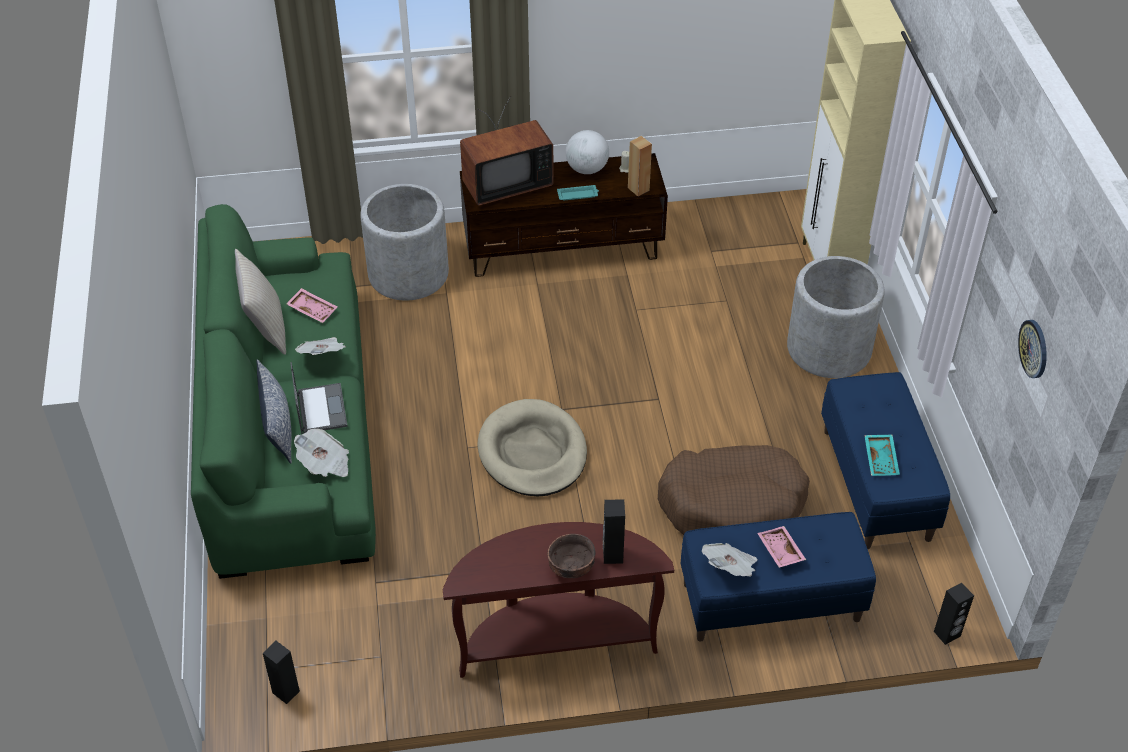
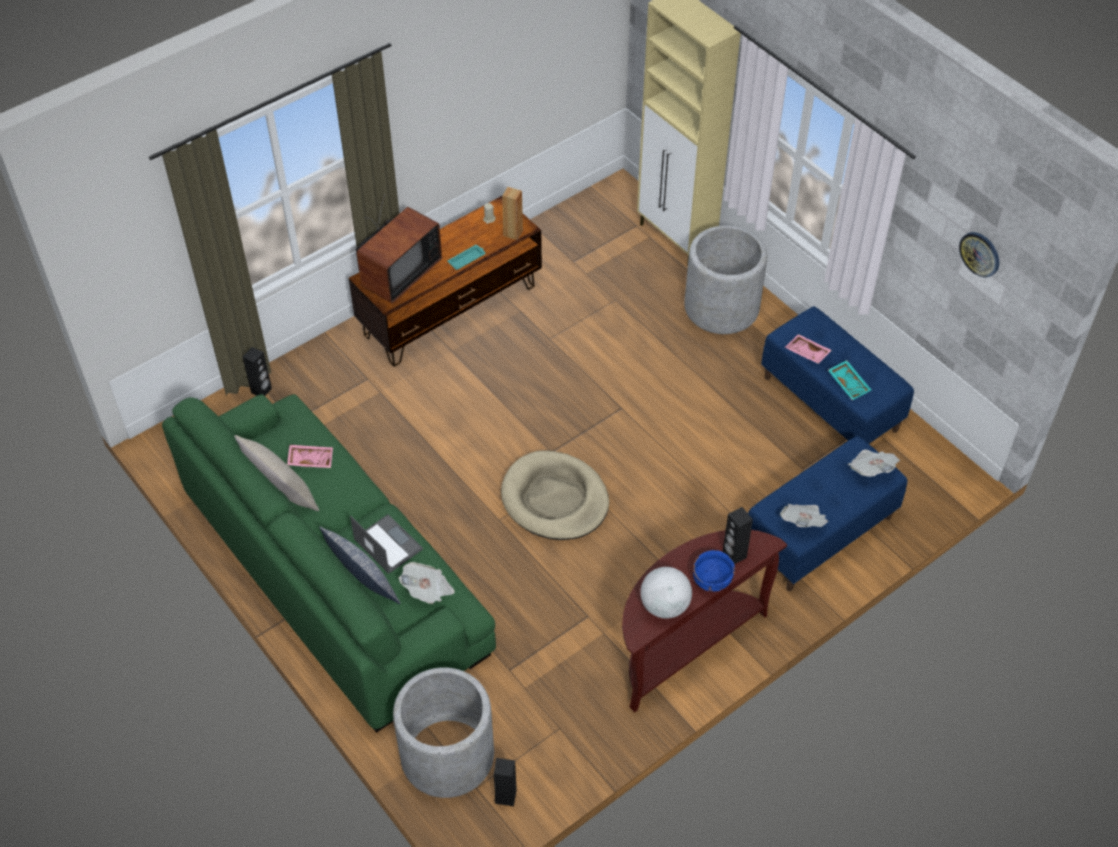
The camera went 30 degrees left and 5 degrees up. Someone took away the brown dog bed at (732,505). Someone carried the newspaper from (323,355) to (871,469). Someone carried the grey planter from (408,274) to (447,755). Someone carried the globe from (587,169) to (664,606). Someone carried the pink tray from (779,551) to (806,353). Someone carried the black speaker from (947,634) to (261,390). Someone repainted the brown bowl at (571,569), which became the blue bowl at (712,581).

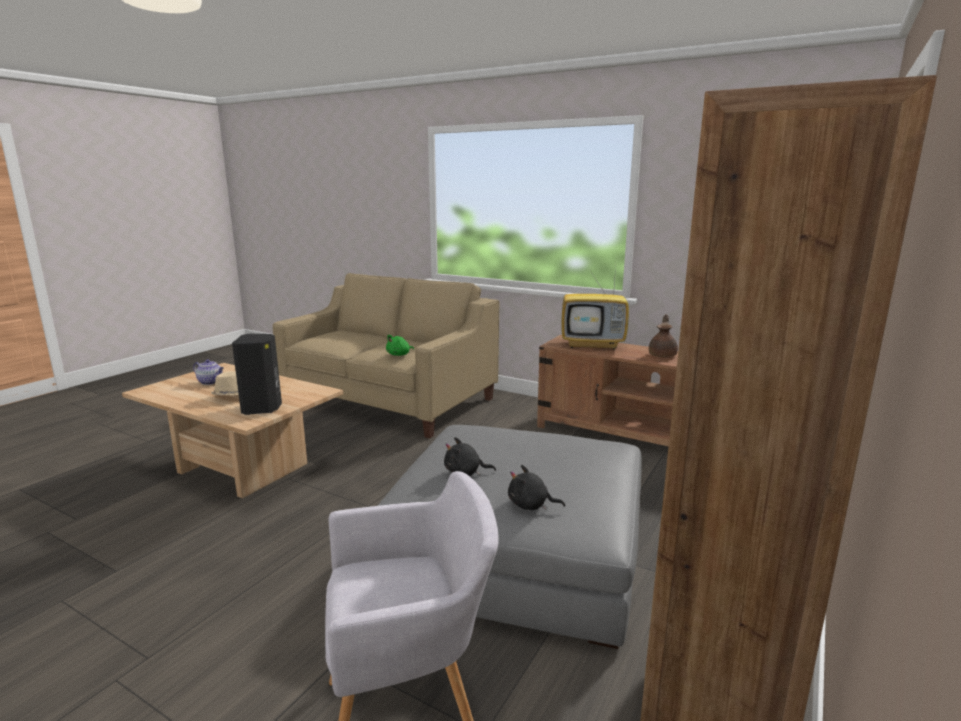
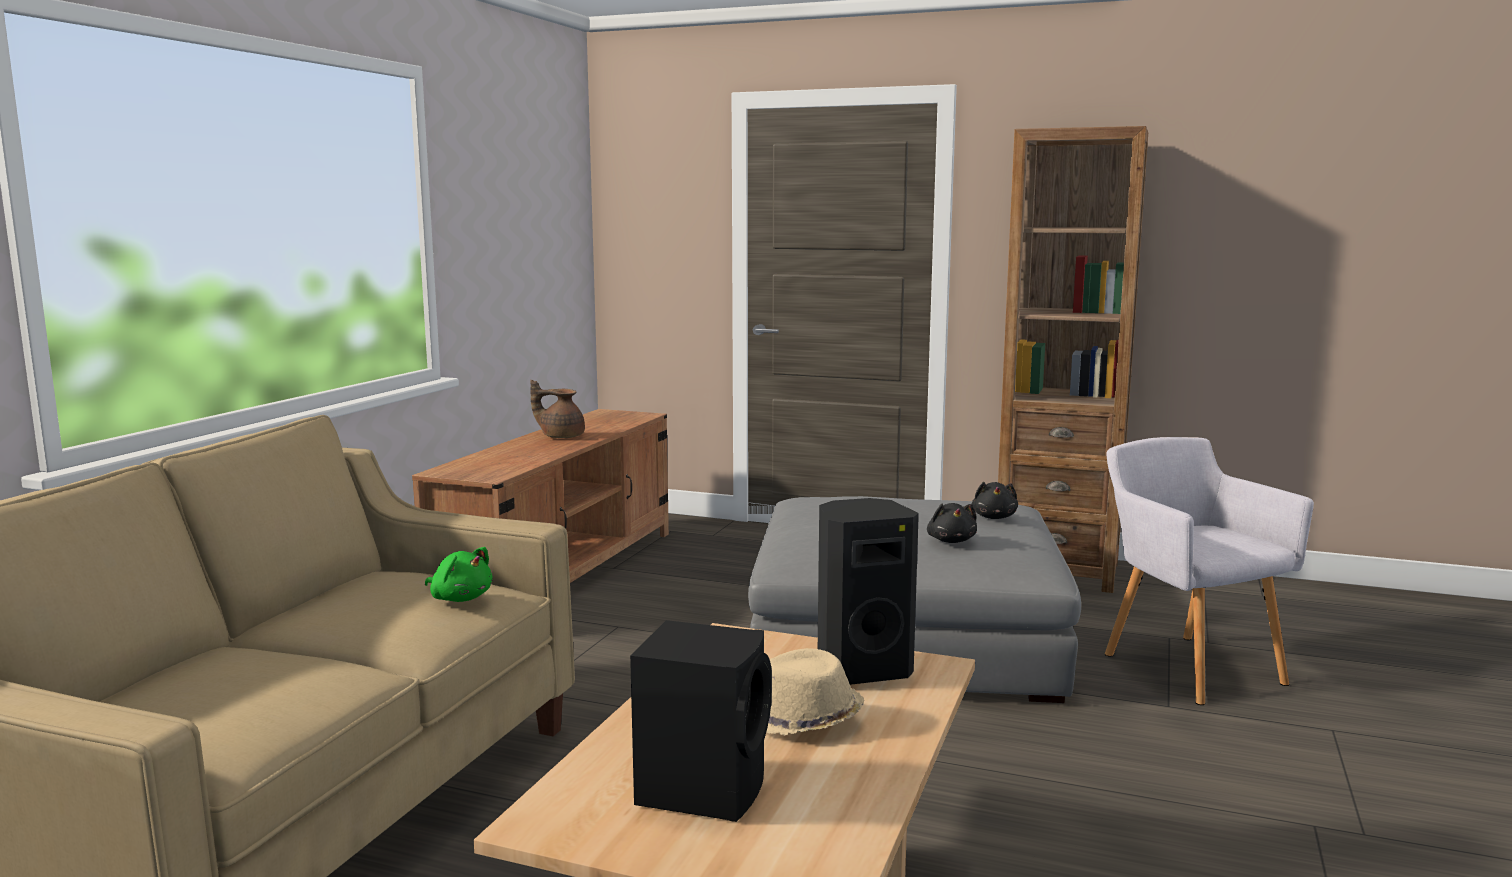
The camera went 100 degrees left and 5 degrees down. Someone took away the television at (593,345). Someone swapped the teapot at (211,382) for the black speaker at (704,788).

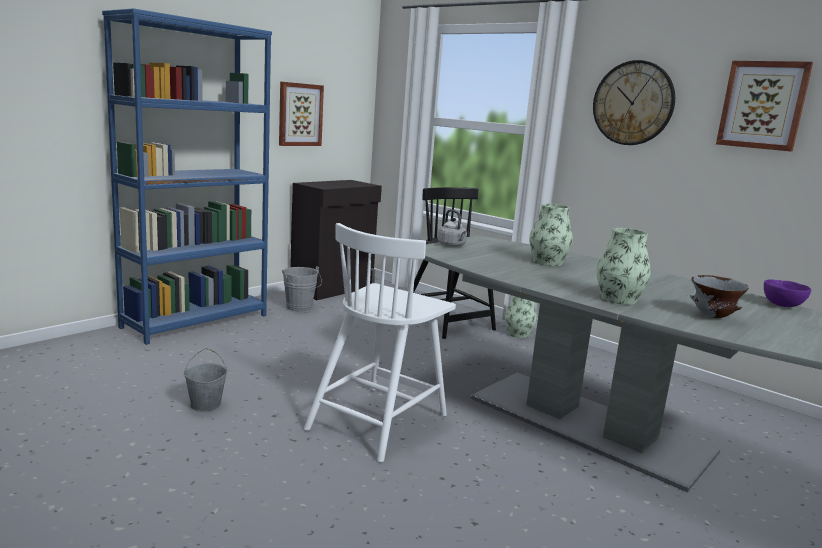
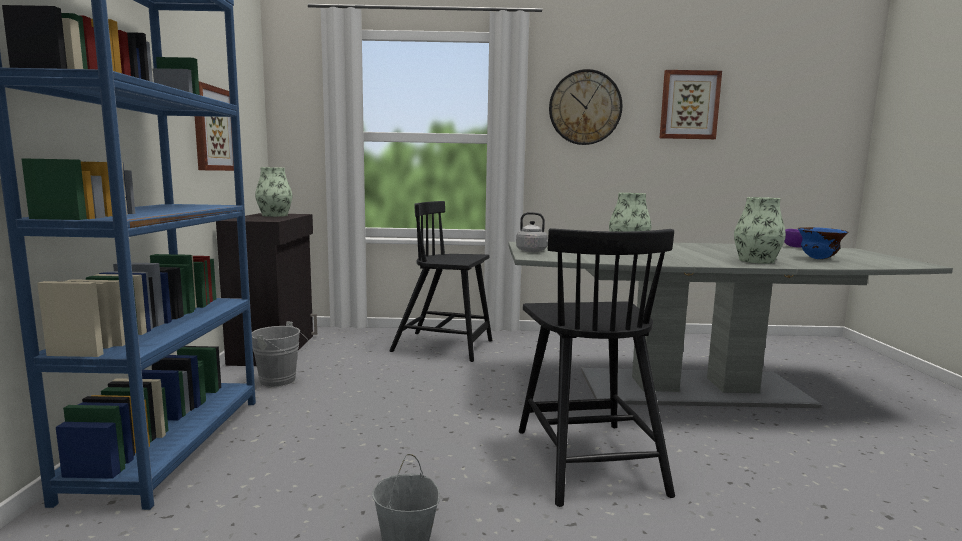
The camera went 40 degrees left and 5 degrees down. Someone carried the vase from (518,334) to (274,215). Someone repainted the white chair at (378,420), which became the black chair at (587,459). Someone repainted the grey bowl at (712,317), which became the blue bowl at (819,259).

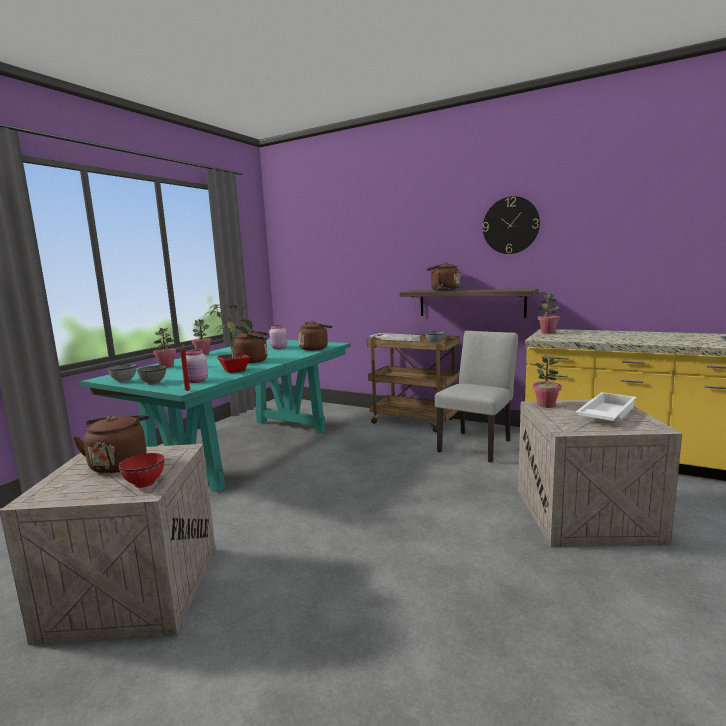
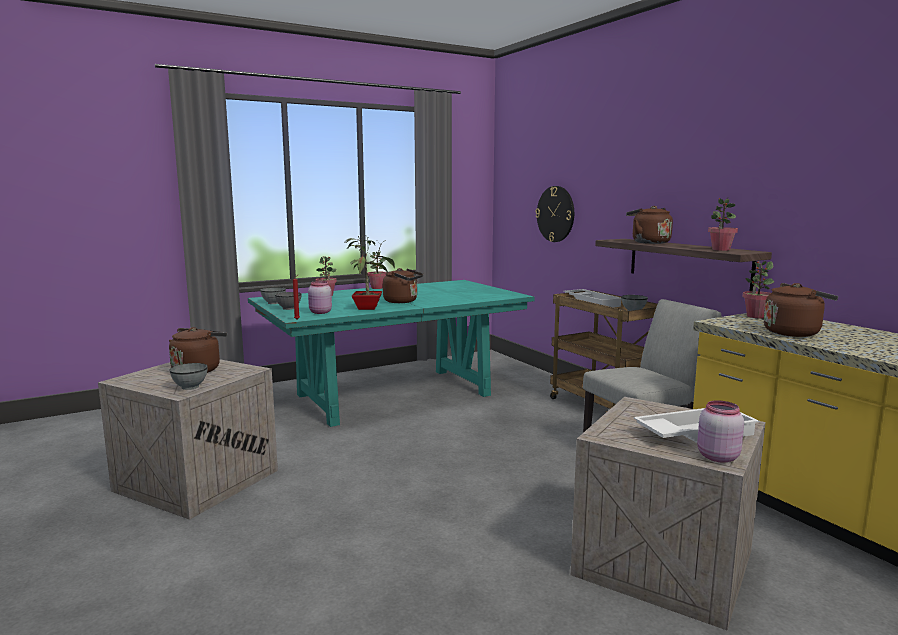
The camera went 30 degrees right and 0 degrees up. Someone carried the pink jar from (278,348) to (716,457). Someone carried the brown kettle from (315,348) to (794,333). Someone carried the wall clock from (510,225) to (555,214). Someone carried the potted plant from (546,405) to (720,249). Someone repainted the red bowl at (145,483), which became the grey bowl at (190,387).

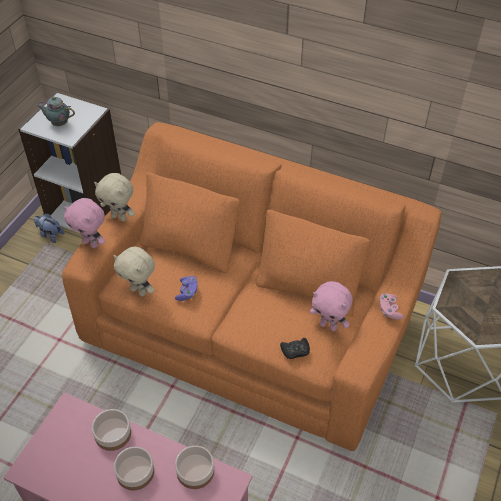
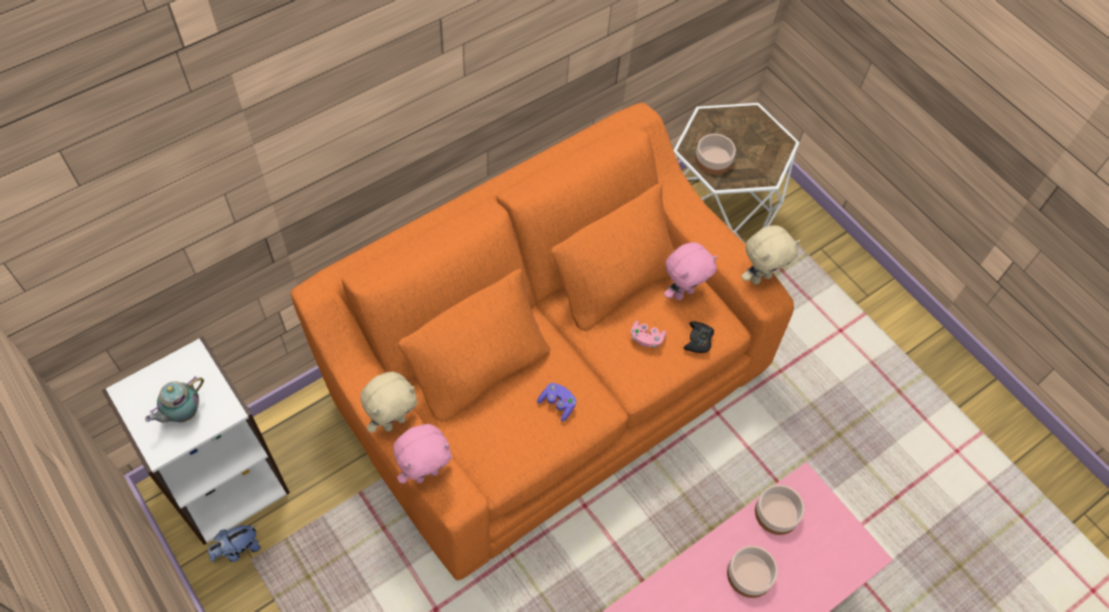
The camera went 65 degrees left and 10 degrees up. Someone carried the bowl from (113,433) to (713,159). Someone carried the beige plush toy from (139,291) to (760,277). Someone carried the pink game controller from (389,310) to (646,338).

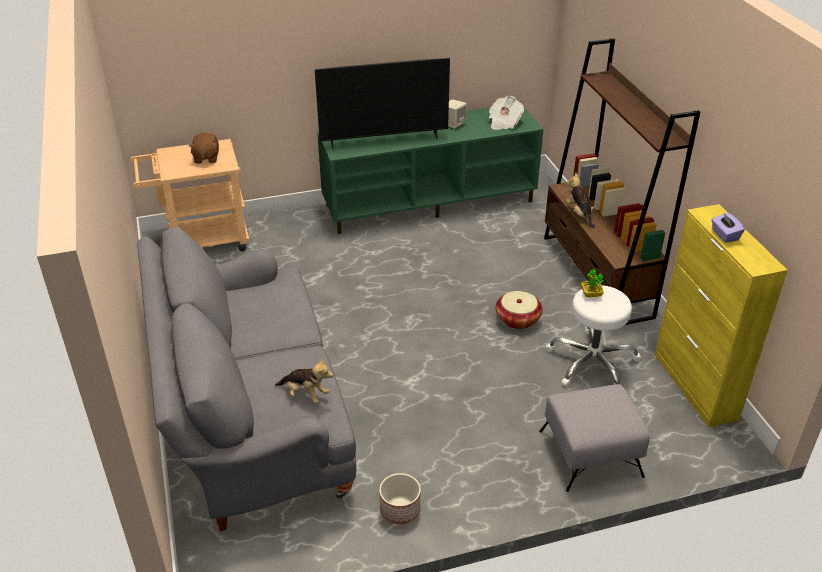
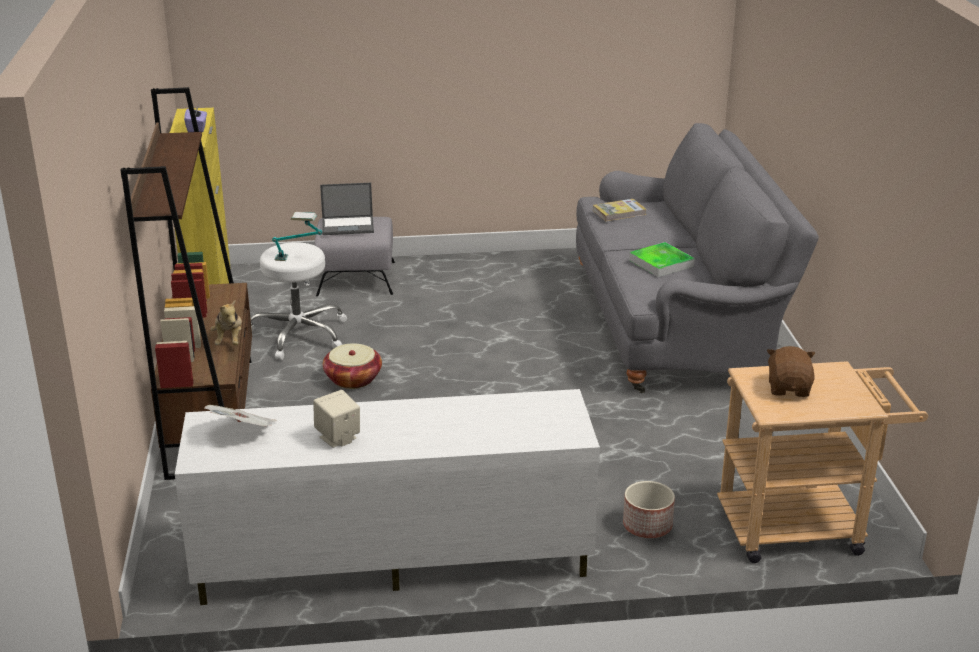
The camera went 170 degrees left and 10 degrees down. Someone took away the television at (384,140). Someone put down the laptop at (348,225). Someone put down the tray at (661,263). Someone carried the planter from (399,509) to (648,526). Someone swapped the plush toy at (305,394) for the book at (619,212). Someone swapped the potted plant at (591,294) for the table lamp at (299,259). Someone repainted the green tv stand at (430,203), which became the white tv stand at (392,559).

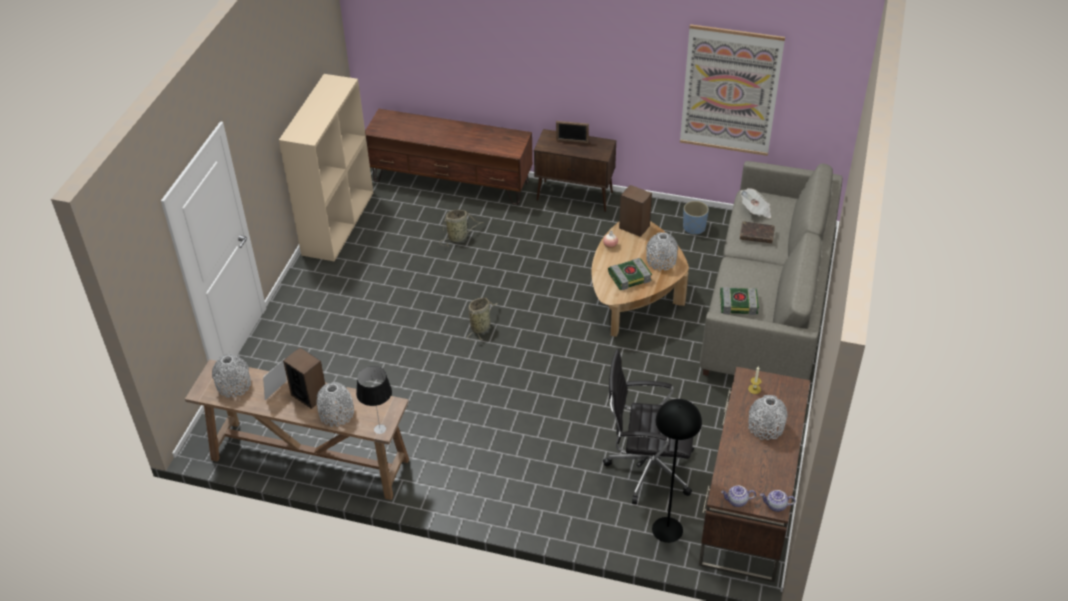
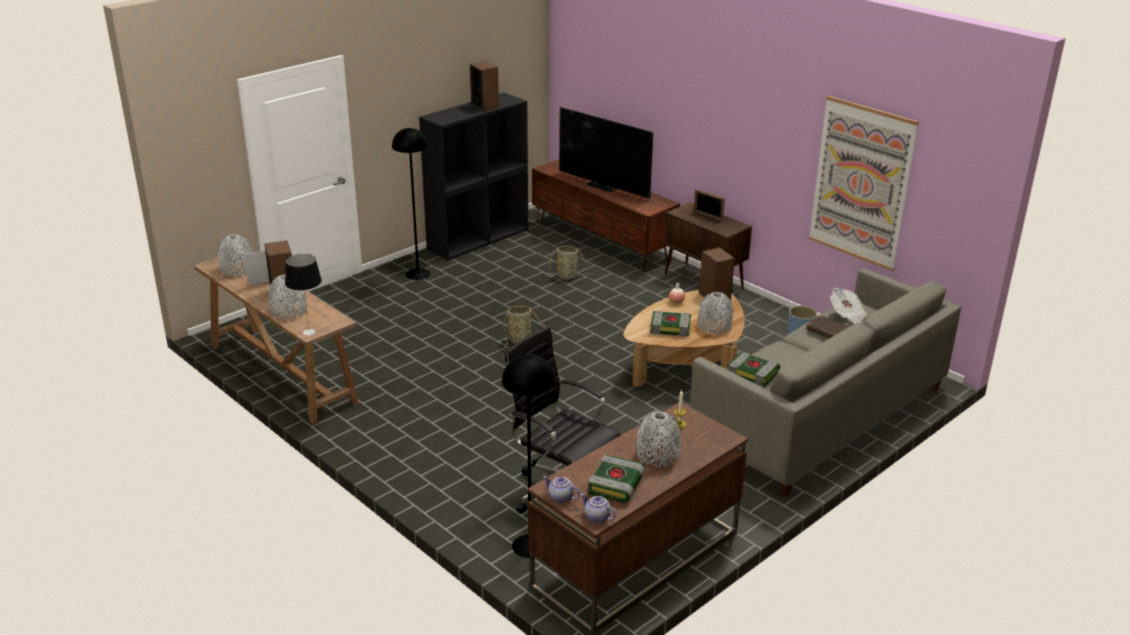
The camera went 30 degrees right and 15 degrees down. Someone put down the black floor lamp at (418,274). Someone put down the speaker at (485,105). Someone put down the television at (603,186). Someone put down the book at (616,485). Someone repainted the beige bookcase at (337,222), which became the black bookcase at (478,238).

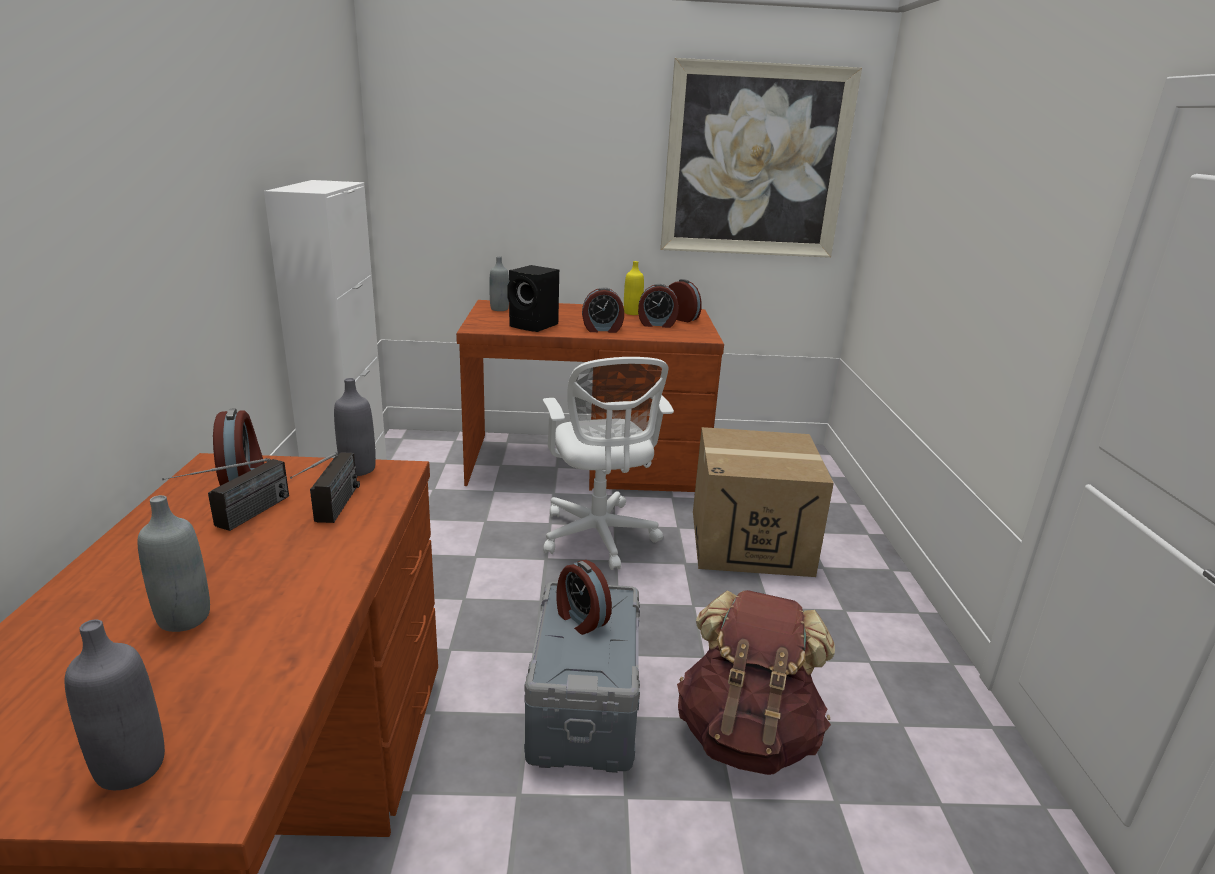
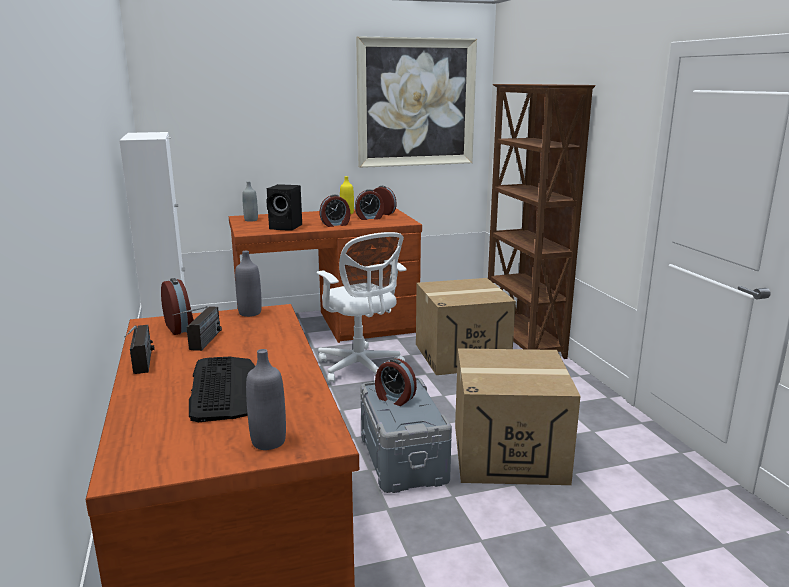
The camera went 15 degrees left and 5 degrees down. Someone put down the brown bookcase at (523,342). Someone carried the radio from (332,514) to (143,367). Someone swapped the grey bottle at (184,618) for the keyboard at (223,388). Someone swapped the brown backpack at (747,735) for the cardboard box at (509,453).

